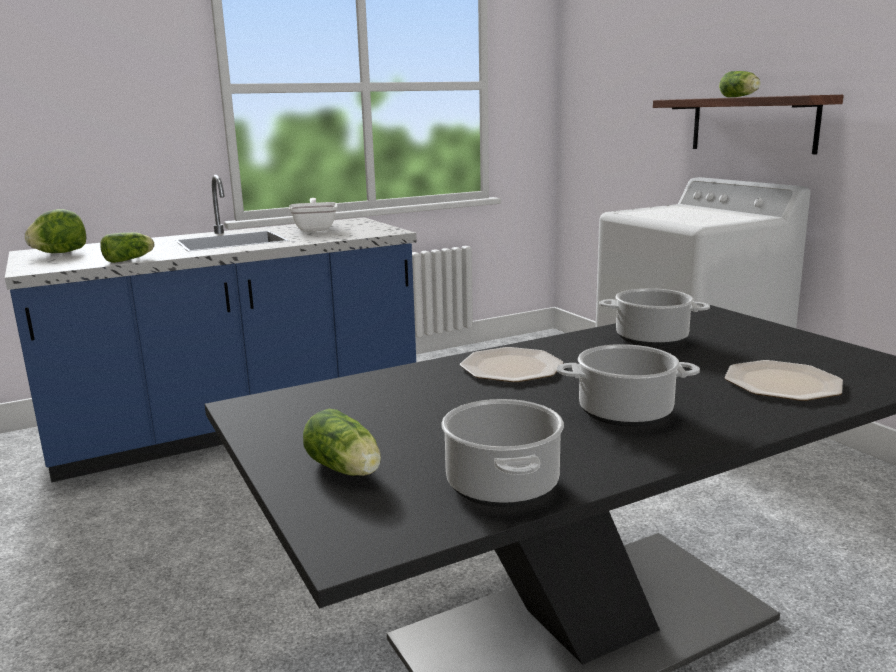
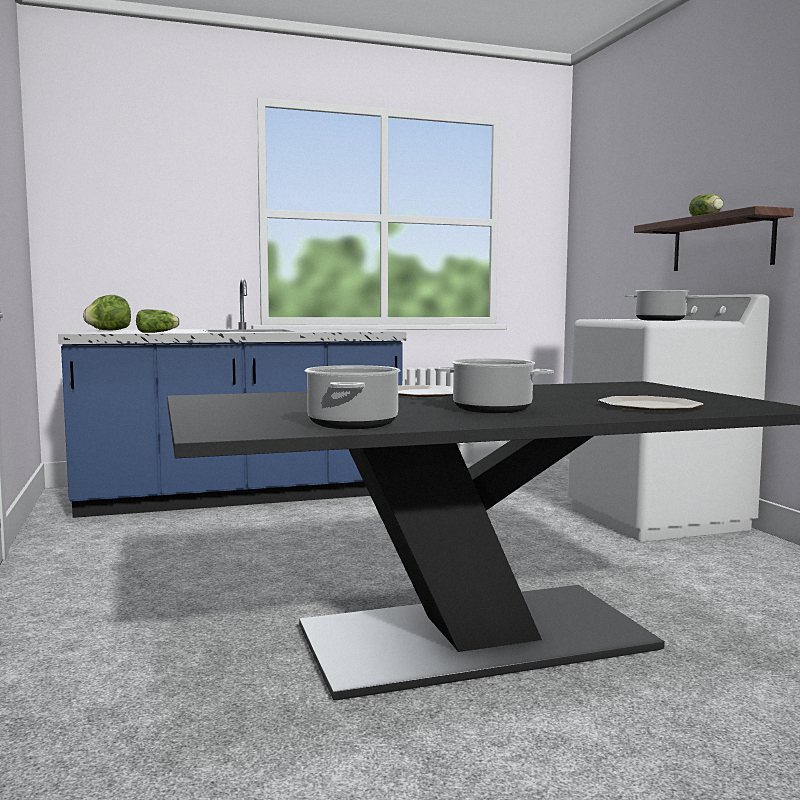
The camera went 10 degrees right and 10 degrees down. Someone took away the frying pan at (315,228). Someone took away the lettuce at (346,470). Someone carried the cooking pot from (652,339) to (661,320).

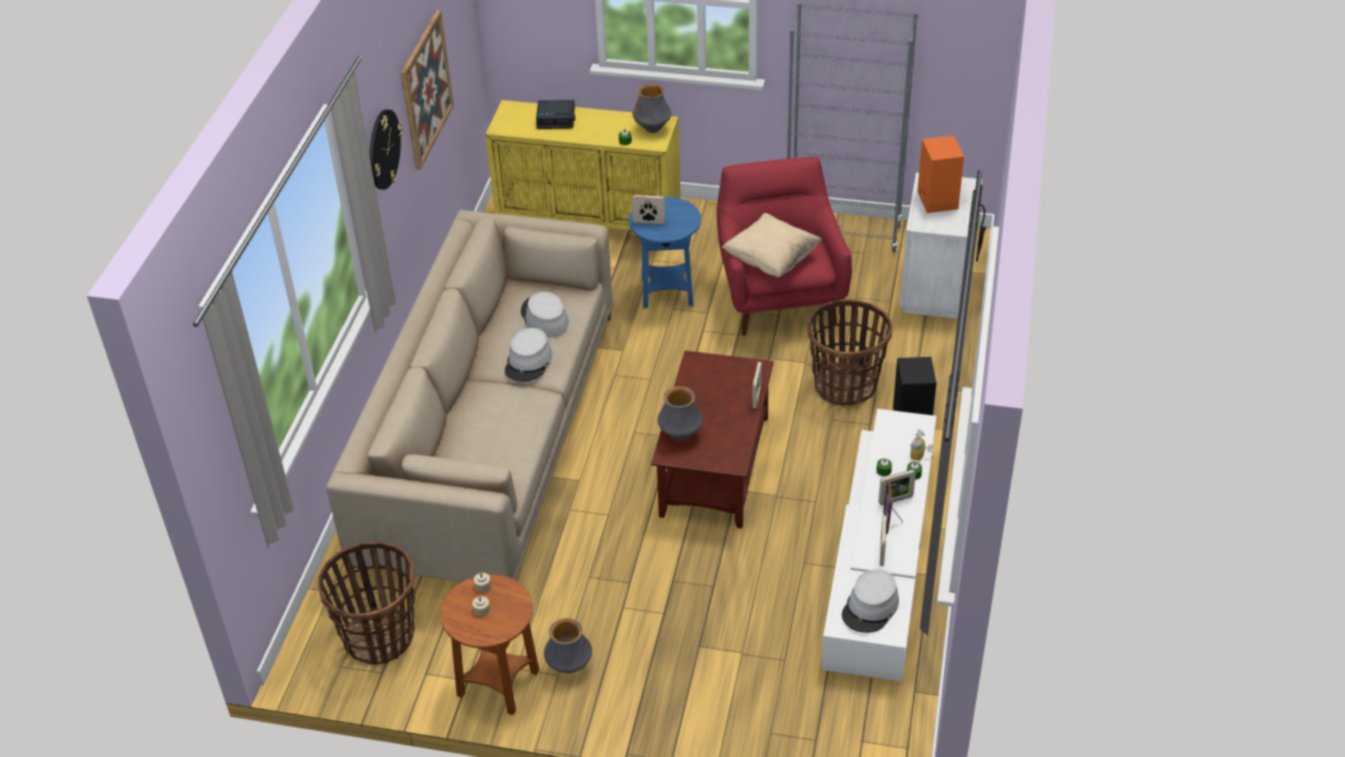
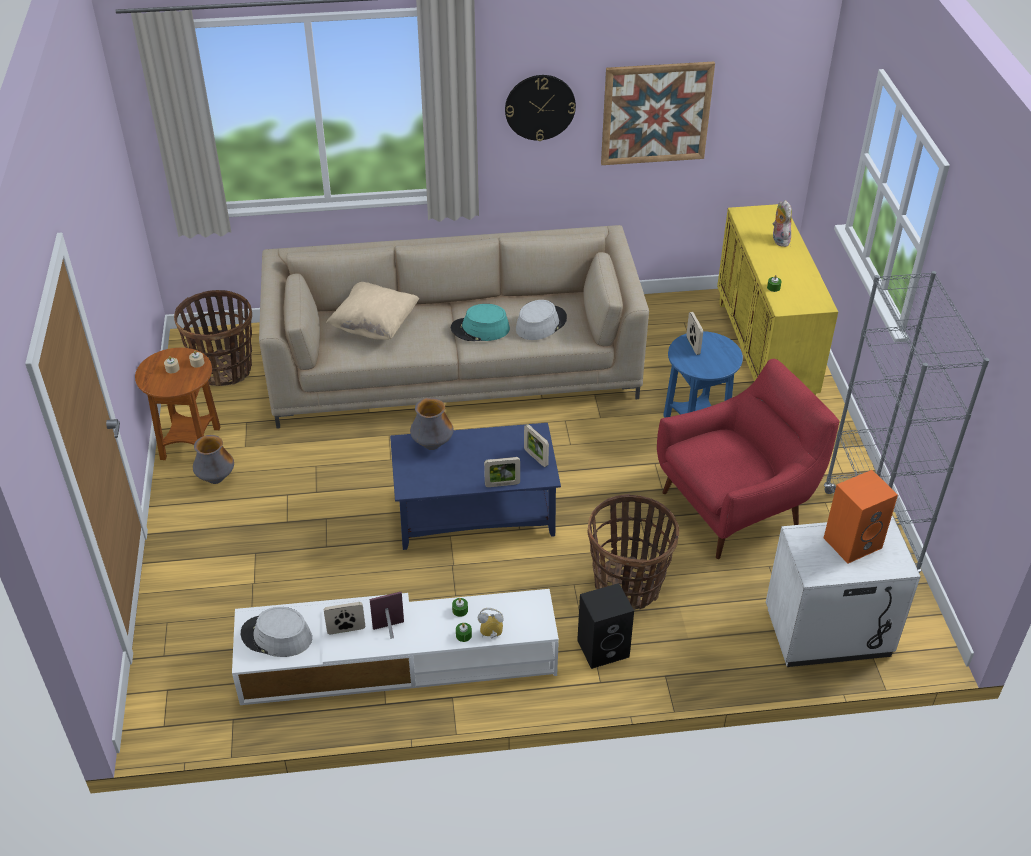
The camera went 70 degrees right and 0 degrees up. Someone took away the vase at (652,129). Someone carried the beige pillow from (771,260) to (375,326). Someone carried the picture frame from (895,500) to (536,458). Someone swapped the alarm clock at (556,118) for the plush toy at (779,240). Someone repainted the grey hat at (528,362), which became the turquoise hat at (480,329). Someone repainted the brown coffee table at (714,465), which became the blue coffee table at (476,513).

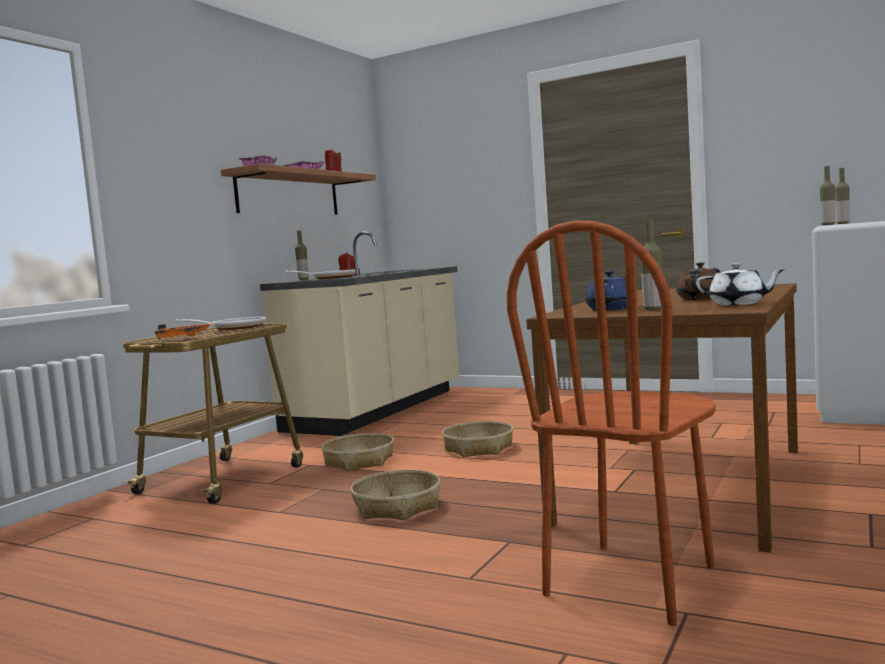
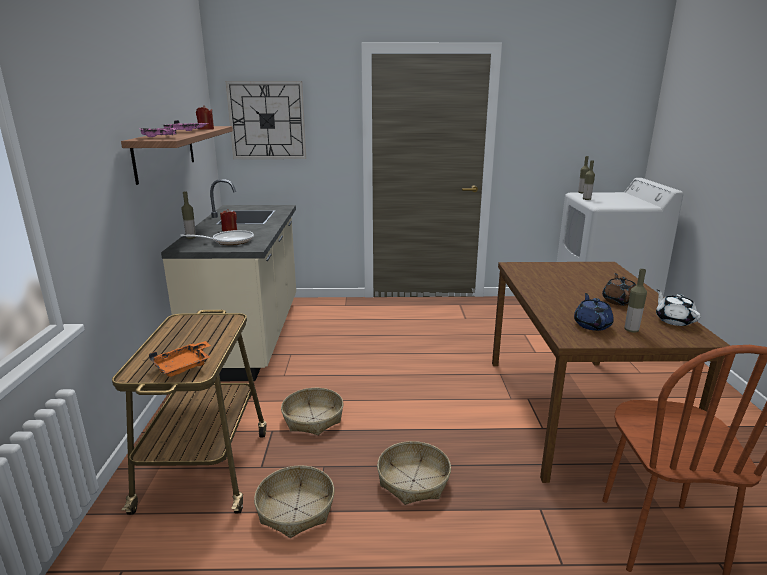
The camera went 30 degrees left and 15 degrees up. Someone took away the frying pan at (234,328). Someone put up the wall clock at (267,121). Someone carried the basket from (478,448) to (296,509). Someone rotated the white teapot at (739,304) by 105 degrees counterclockwise.

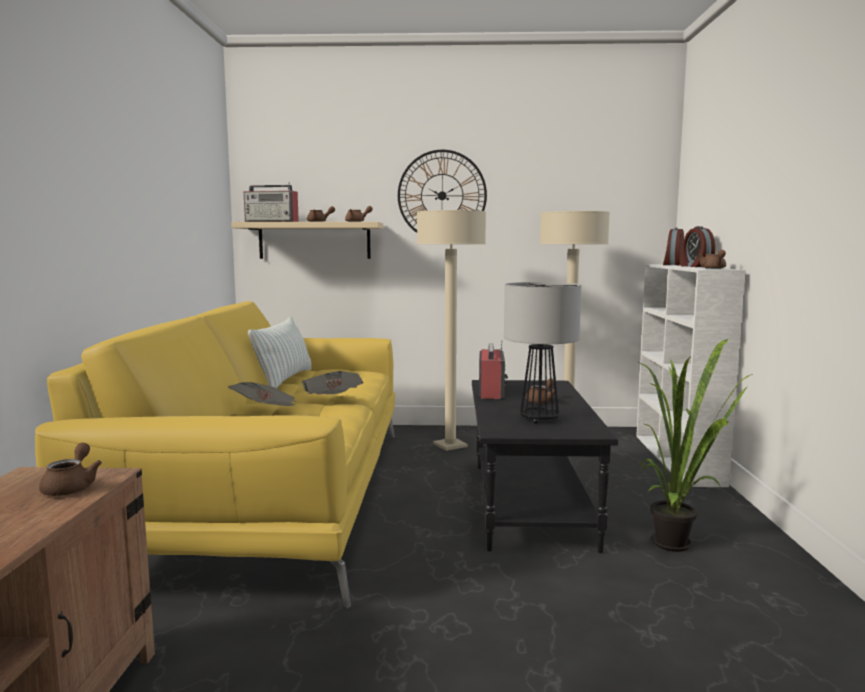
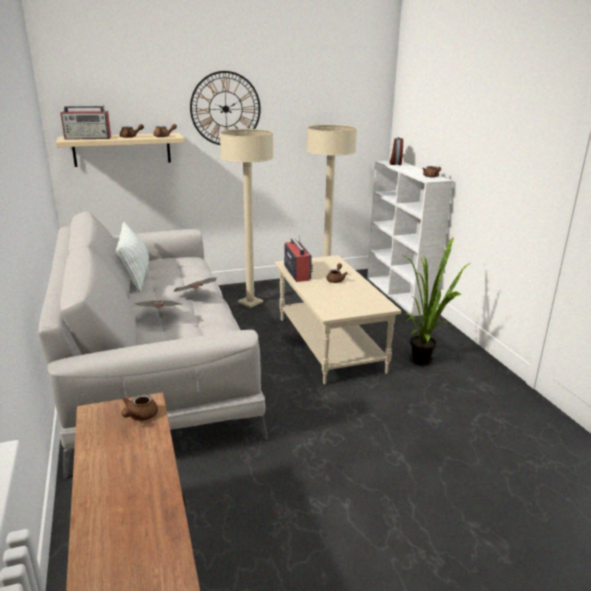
The camera went 20 degrees left and 15 degrees up. Someone took away the table lamp at (538,419). Someone took away the alarm clock at (695,266). Someone repainted the yellow sofa at (274,493), which became the grey sofa at (153,364). Someone repainted the black coffee table at (528,503), which became the beige coffee table at (328,344). Someone rotated the brown teapot at (72,487) by 135 degrees counterclockwise.

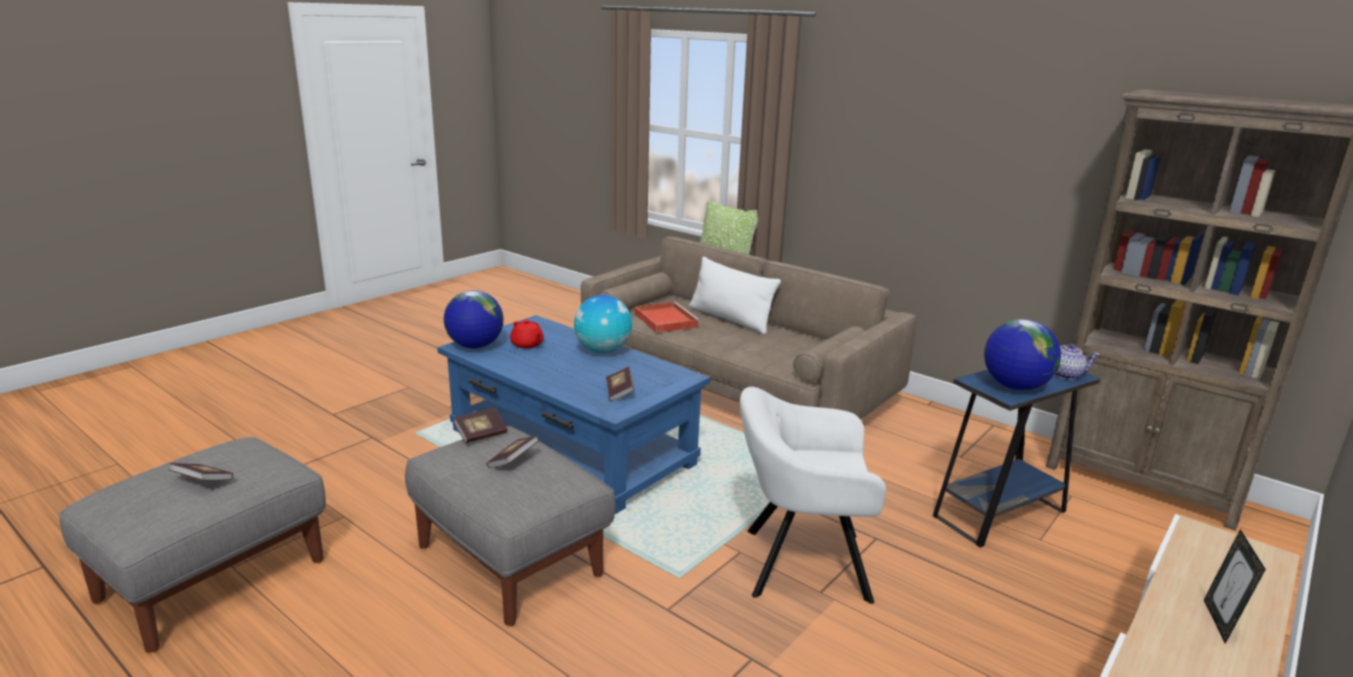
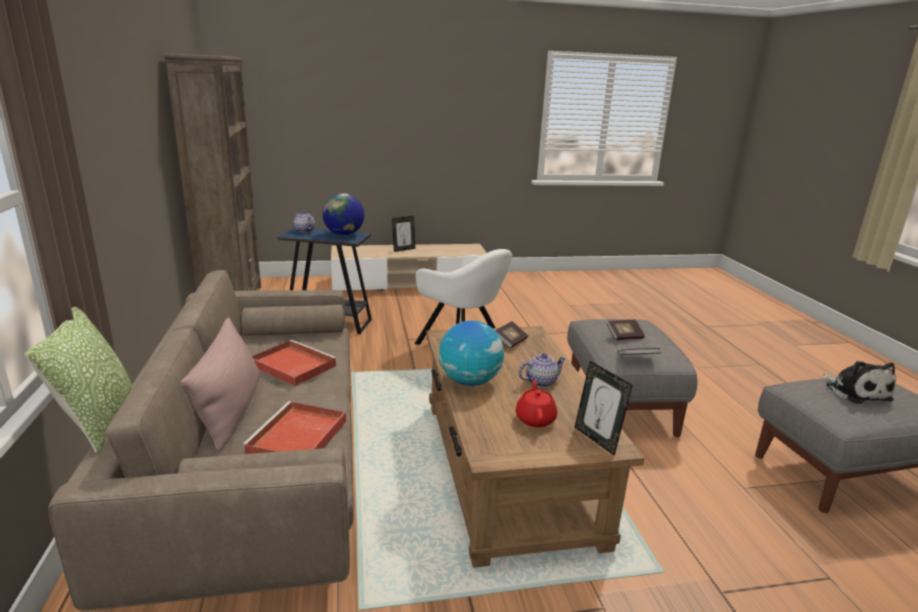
The camera went 140 degrees left and 0 degrees up. Someone put down the red tray at (291,365). Someone put down the teapot at (541,381). Someone swapped the book at (203,482) for the plush toy at (855,392). Someone swapped the globe at (475,346) for the picture frame at (597,439). Someone repainted the blue coffee table at (572,448), which became the brown coffee table at (507,468). Someone repainted the white pillow at (730,319), which became the pink pillow at (230,410).

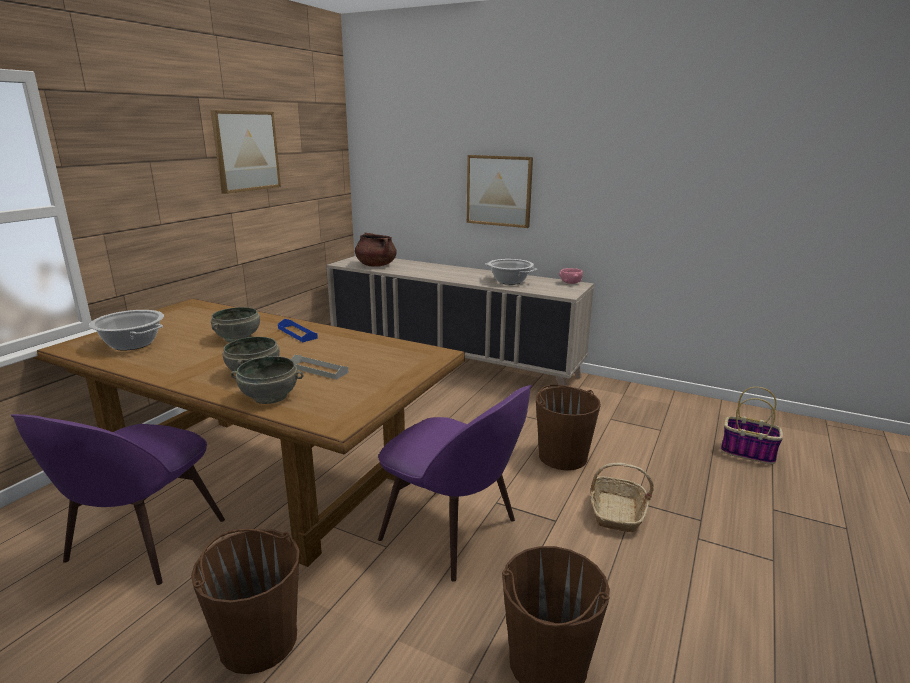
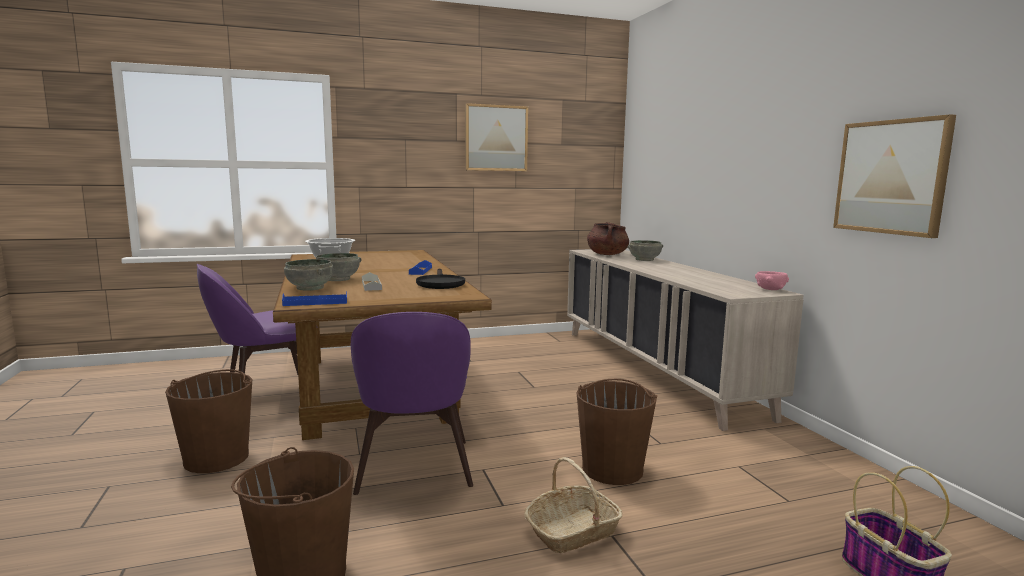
The camera went 45 degrees right and 10 degrees down. Someone took away the cooking pot at (509,281). Someone put down the blue tray at (315,302). Someone put down the black frying pan at (440,283). Someone carried the grey bowl from (238,338) to (644,259). Someone carried the picture from (499,191) to (891,177).

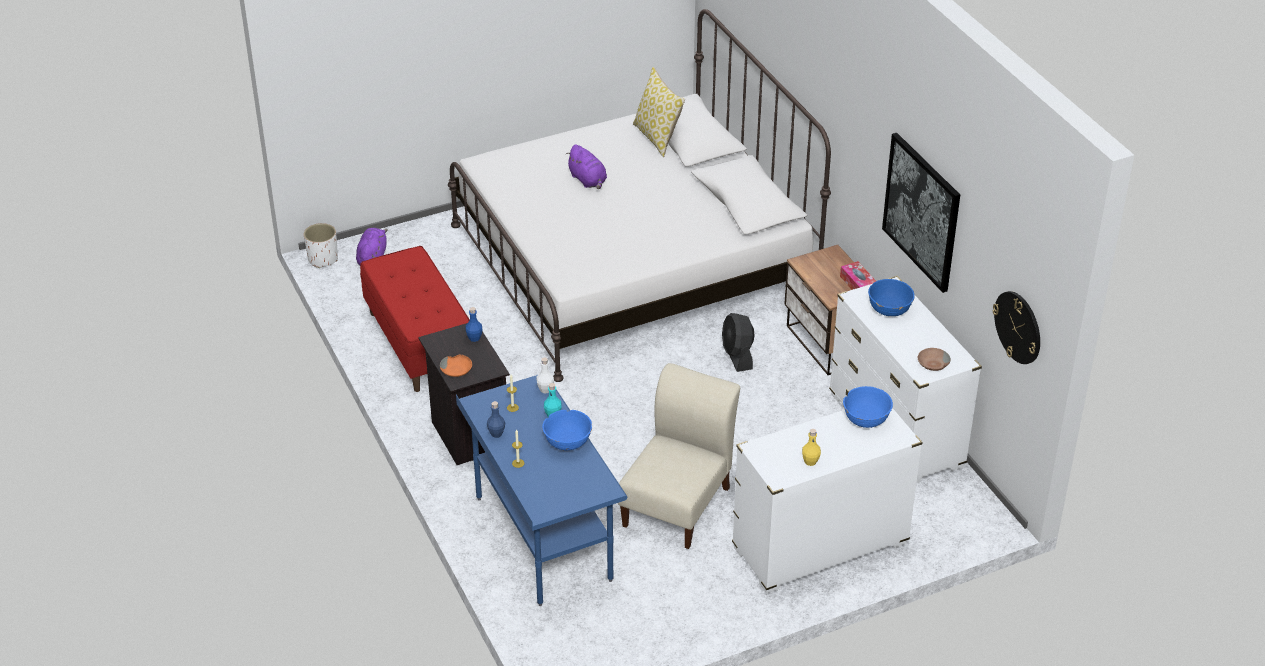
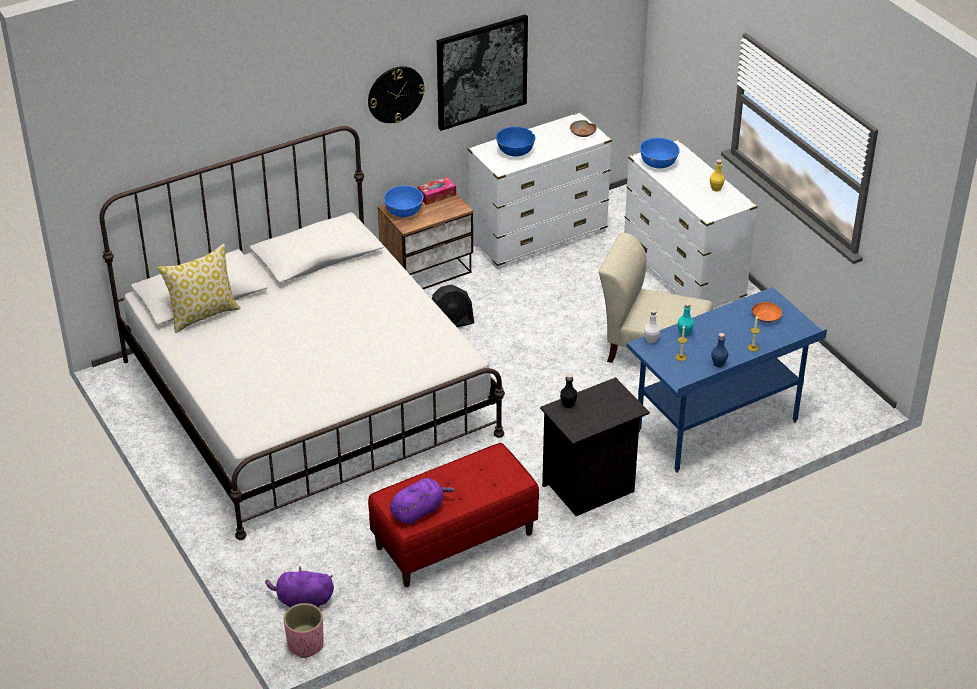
The camera went 95 degrees left and 0 degrees up. Someone carried the orange bowl from (457,370) to (766,316). Someone carried the blue bowl from (567,442) to (404,212). Someone carried the purple plush toy from (588,180) to (418,511). Someone carried the wall clock from (1018,327) to (395,94). Someone repainted the white planter at (323,259), which became the pink planter at (305,644). Someone repainted the blue bottle at (474,338), which became the black bottle at (568,404).

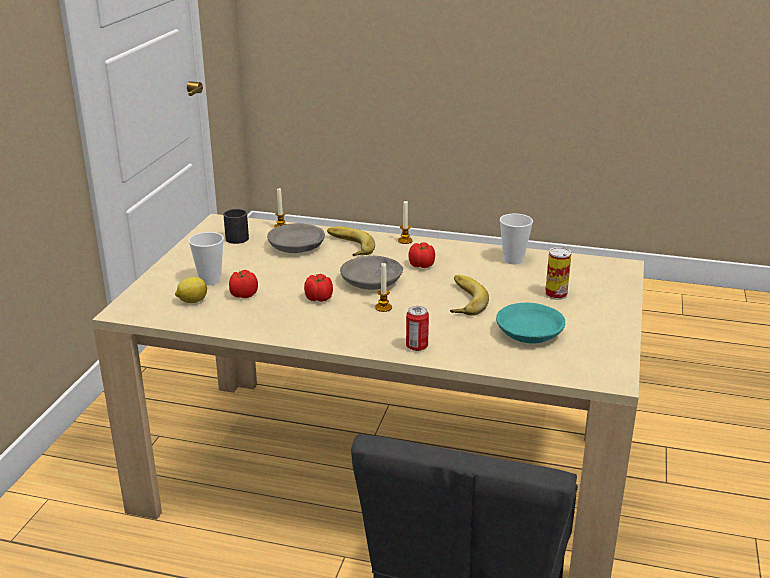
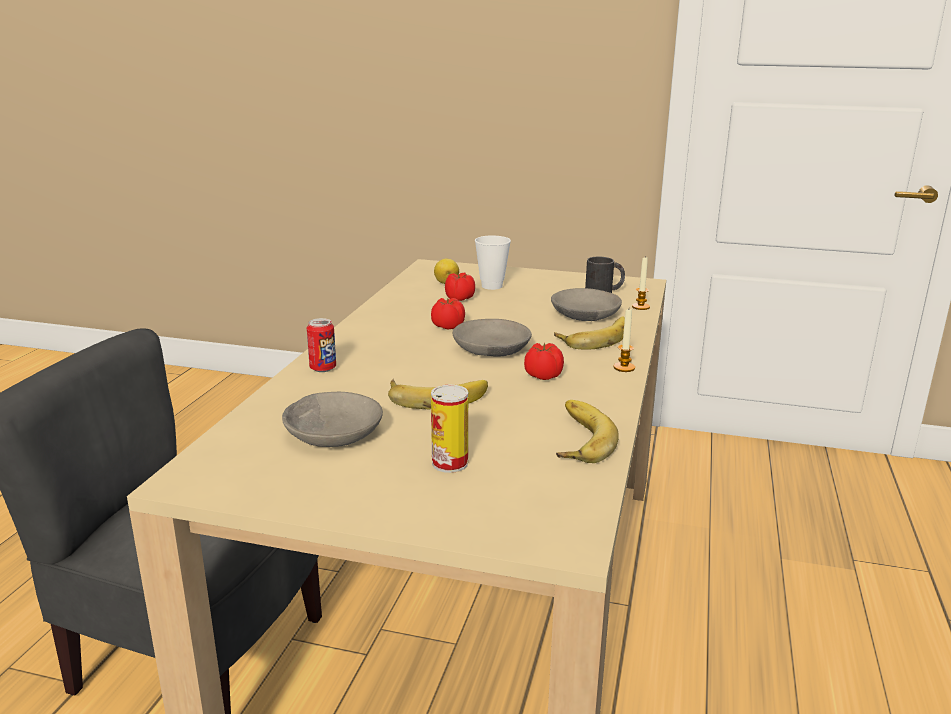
The camera went 90 degrees right and 5 degrees down. Someone took away the candle at (383,307). Someone swapped the cup at (513,260) for the banana at (575,438). Someone repainted the turquoise bowl at (528,333), which became the grey bowl at (333,432).

